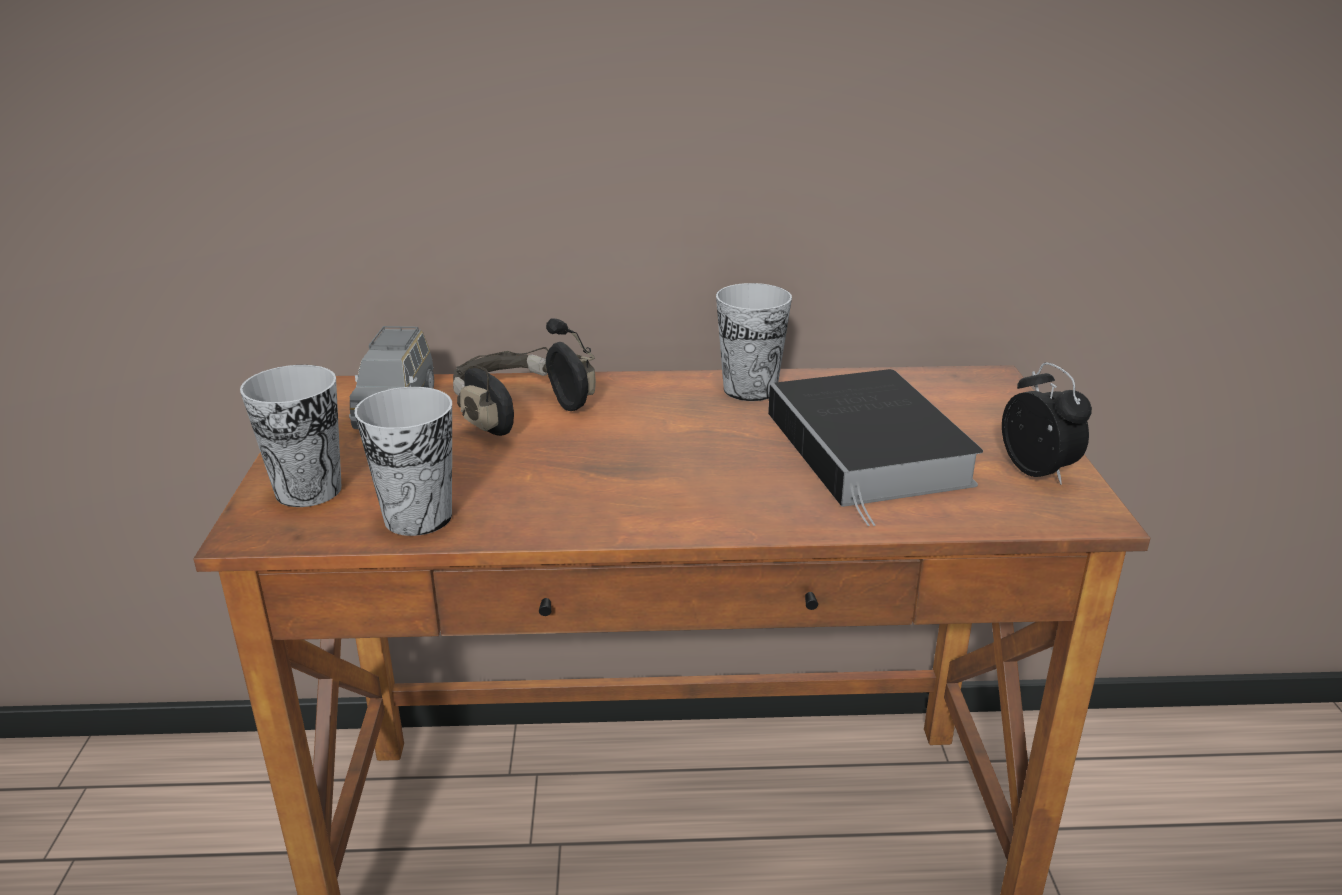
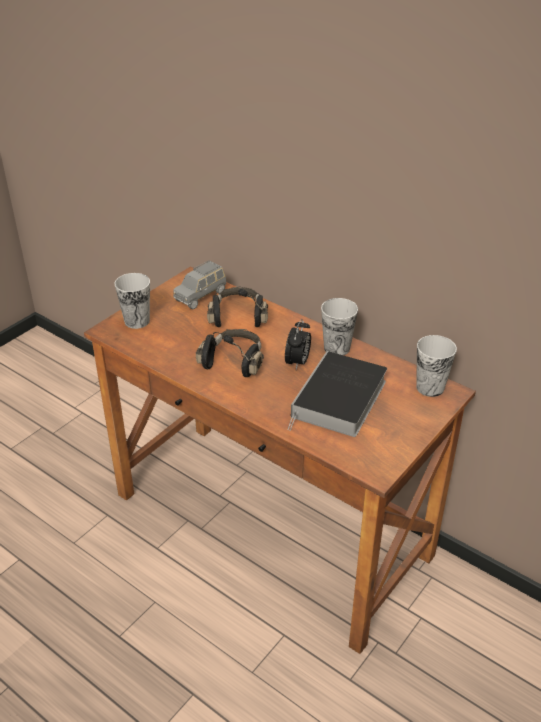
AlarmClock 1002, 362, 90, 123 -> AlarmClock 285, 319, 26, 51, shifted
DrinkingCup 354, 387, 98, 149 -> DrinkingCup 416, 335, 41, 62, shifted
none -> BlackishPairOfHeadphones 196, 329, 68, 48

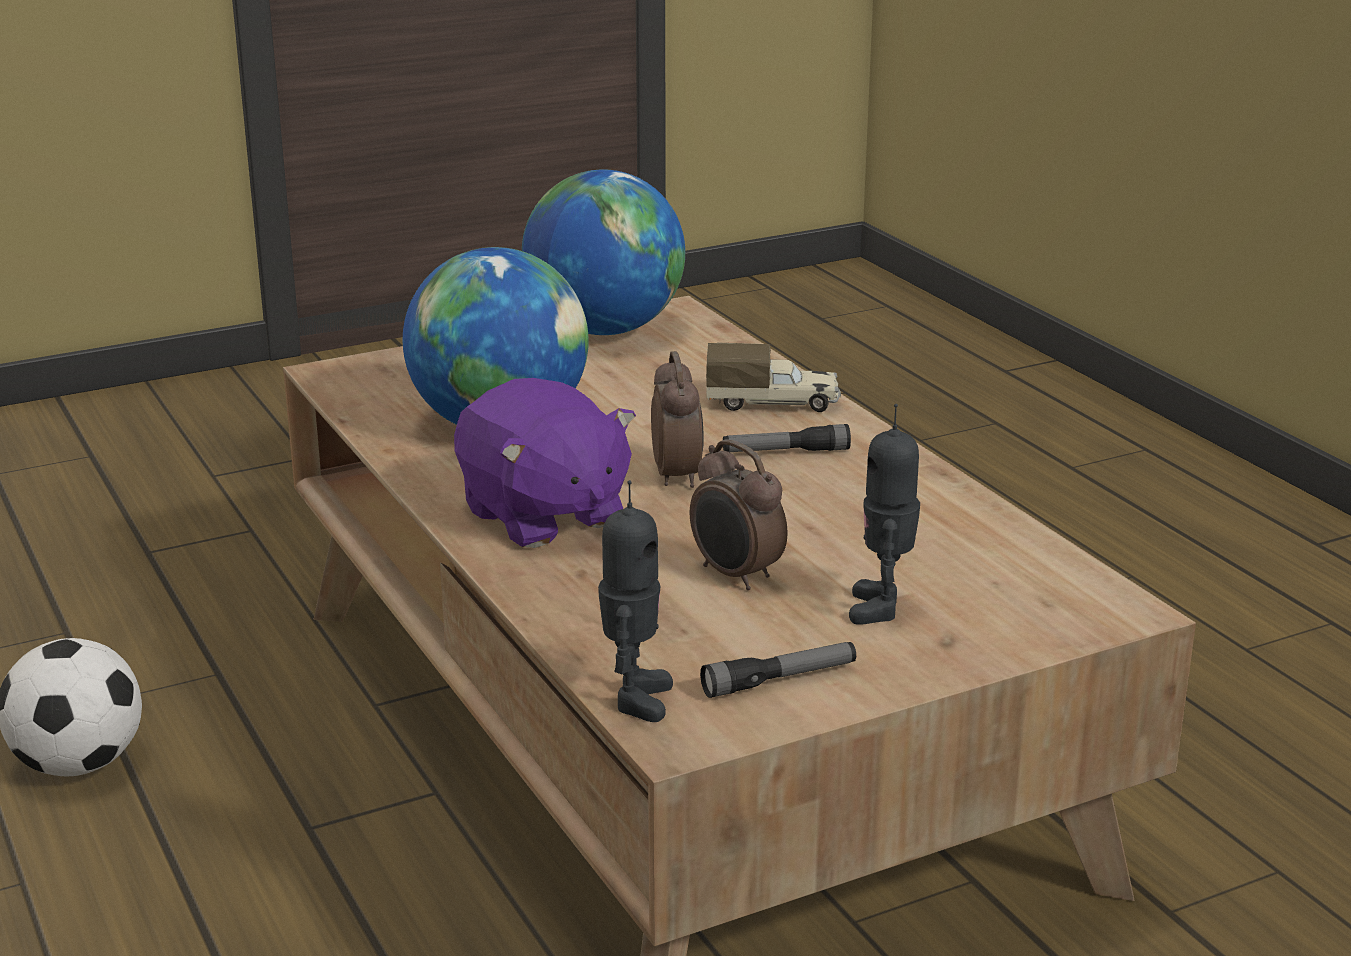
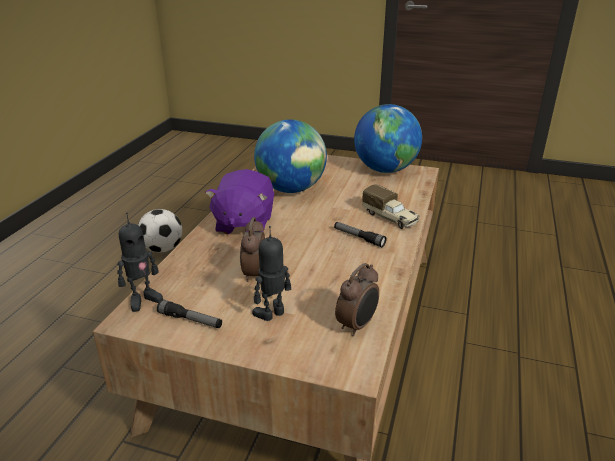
AlarmClock 651, 351, 53, 137 -> AlarmClock 335, 263, 44, 73, shifted

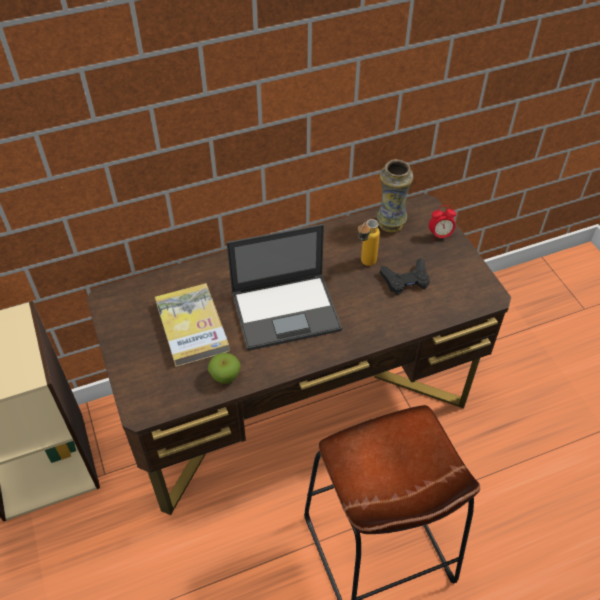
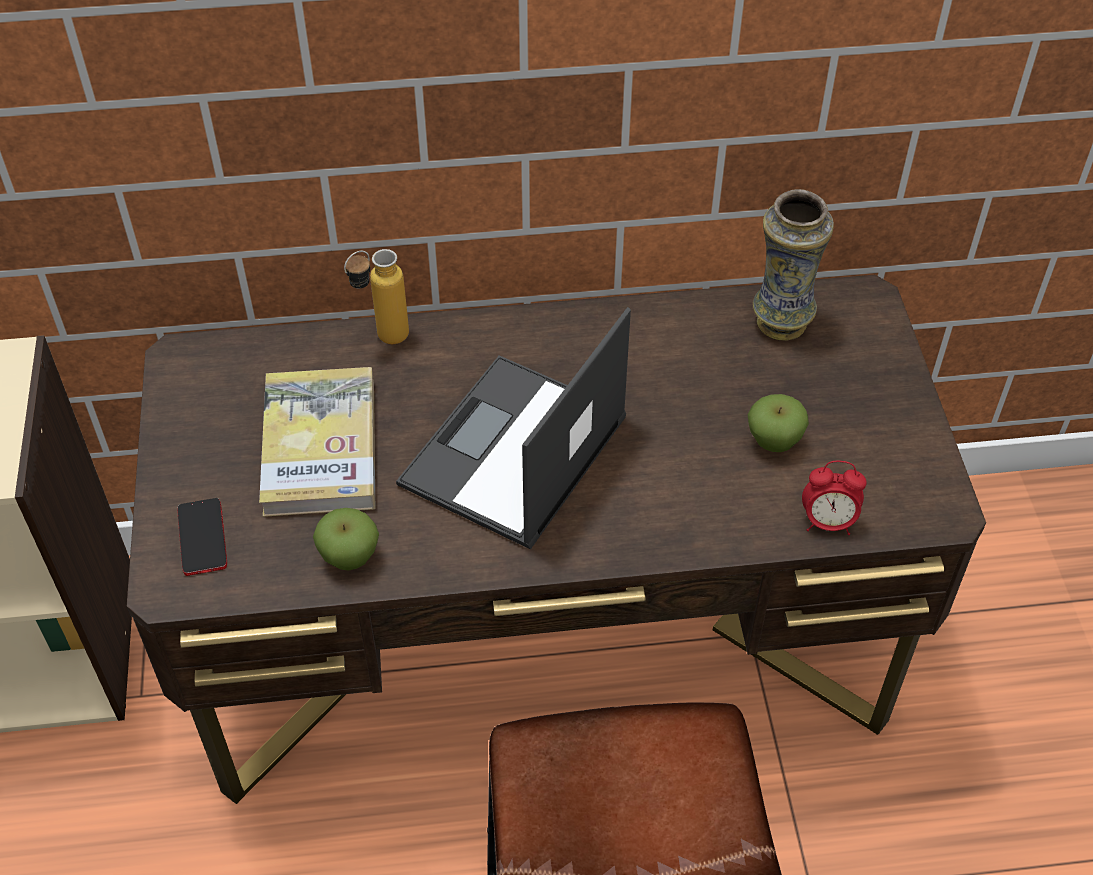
AlarmClock 429, 205, 27, 36 -> AlarmClock 802, 461, 65, 74, shifted
Bottle 358, 219, 22, 47 -> Bottle 344, 249, 65, 95, shifted
PortableComputer 227, 224, 115, 127 -> PortableComputer 396, 307, 235, 242, 120 degrees clockwise
BlackishGameController 380, 258, 50, 36 -> Apple 748, 394, 61, 58
none -> Telephone 177, 498, 50, 78

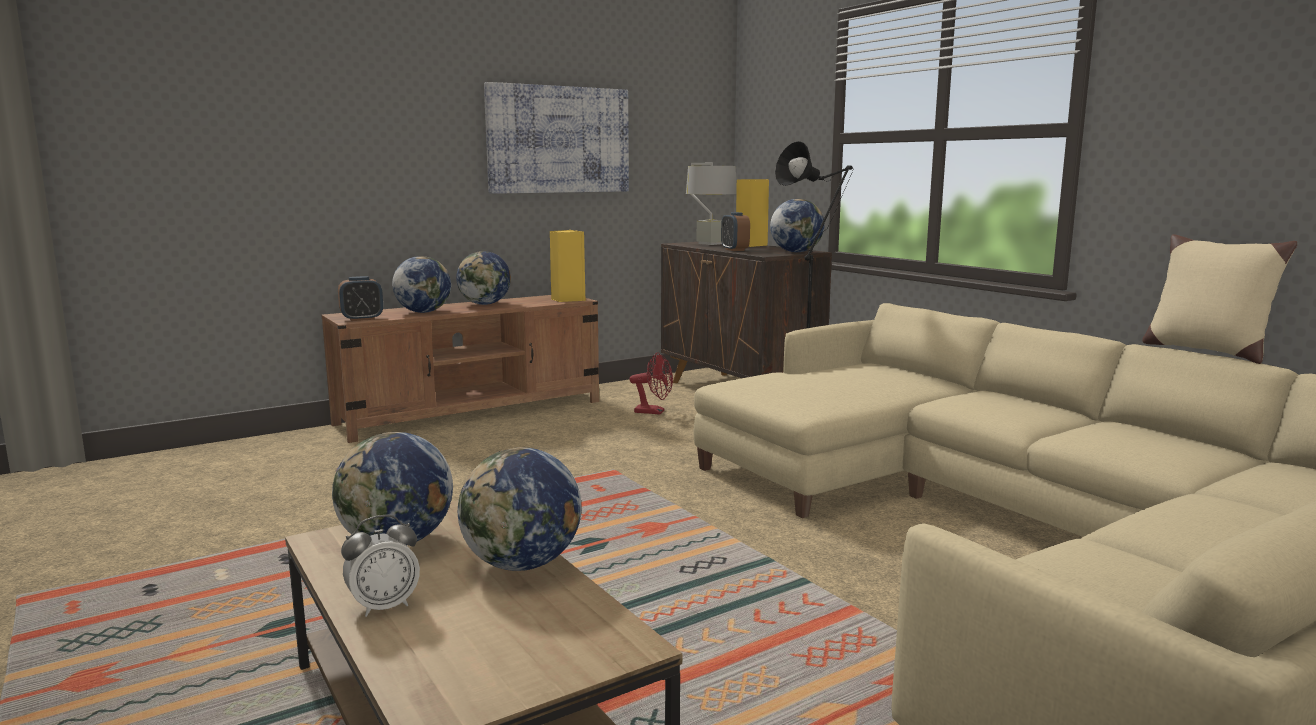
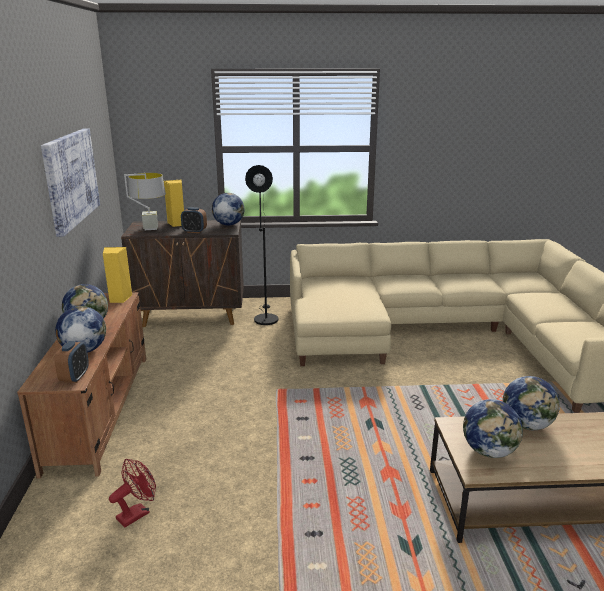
BeigeColouredCushion 1142, 234, 155, 130 -> none
RedElectricFan 630, 352, 43, 63 -> RedElectricFan 109, 459, 47, 69, shifted
AlarmClock 341, 515, 79, 102 -> none

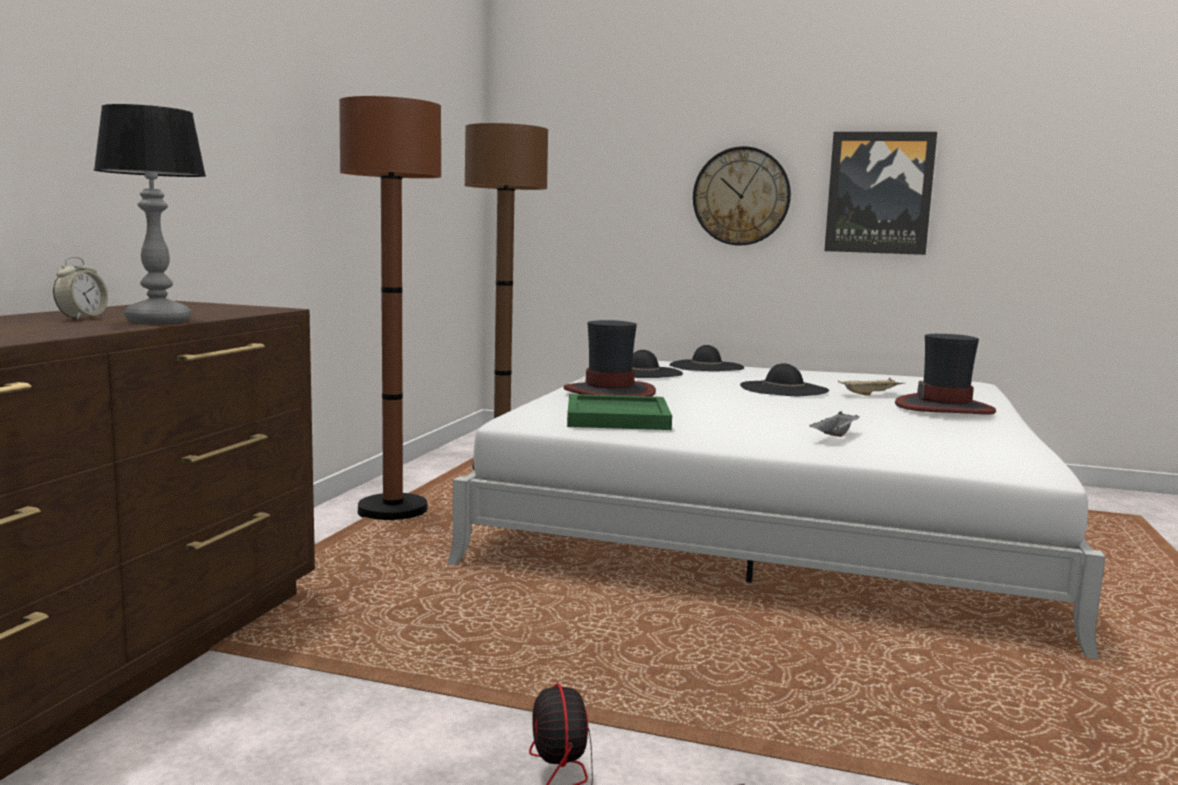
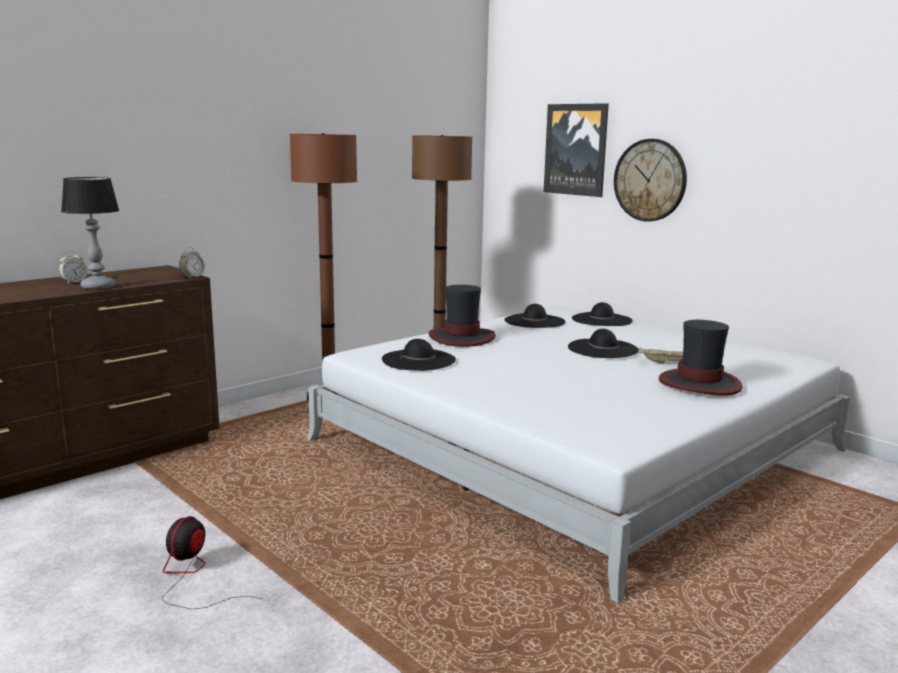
WallArt 825, 132, 112, 123 -> WallArt 544, 103, 65, 94, shifted
GreenServingTray 567, 394, 105, 36 -> BlackishHat 382, 339, 74, 32
GrayServingTray 809, 411, 51, 26 -> none
none -> AlarmClock 179, 247, 26, 32

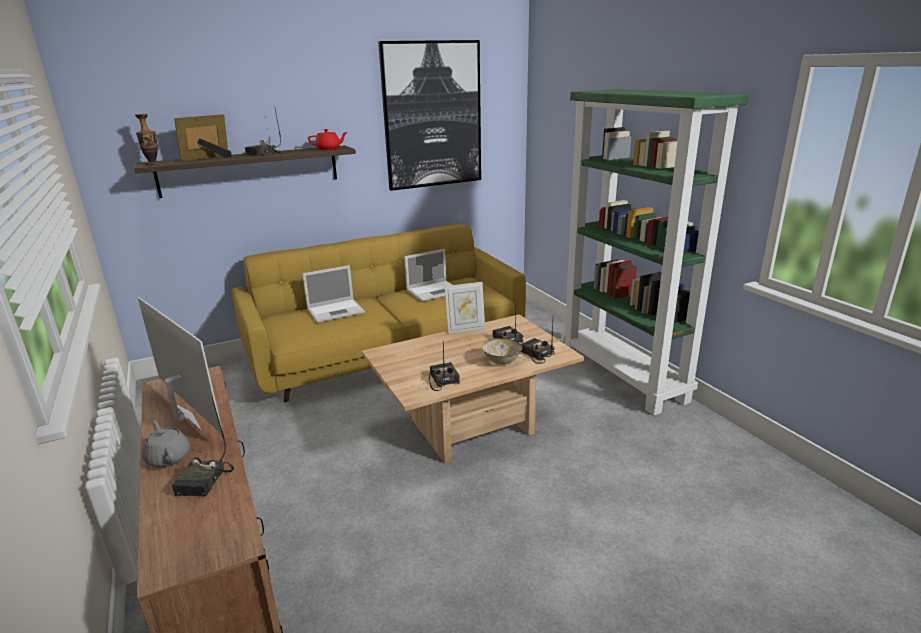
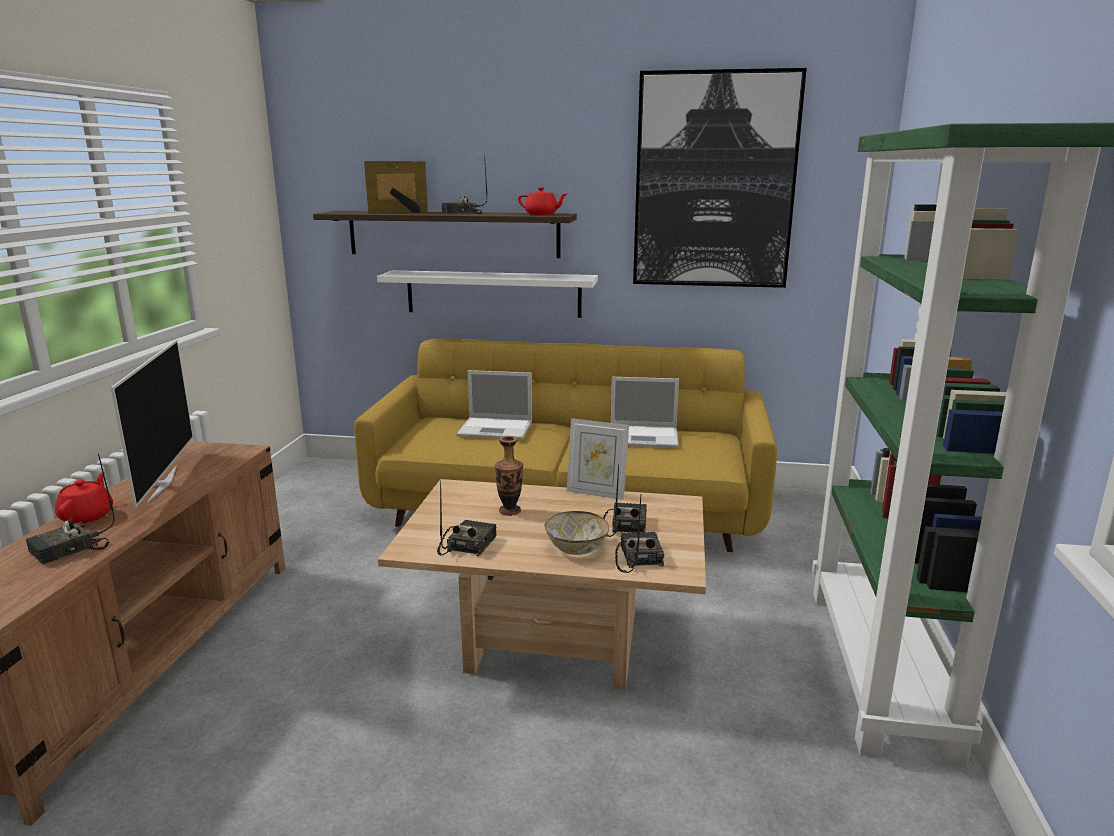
Vase 135, 114, 25, 51 -> Vase 495, 436, 28, 80, shifted
GrayTeapot 142, 420, 48, 48 -> RedTeapot 55, 472, 58, 52
none -> WhitishShelf 377, 270, 221, 48

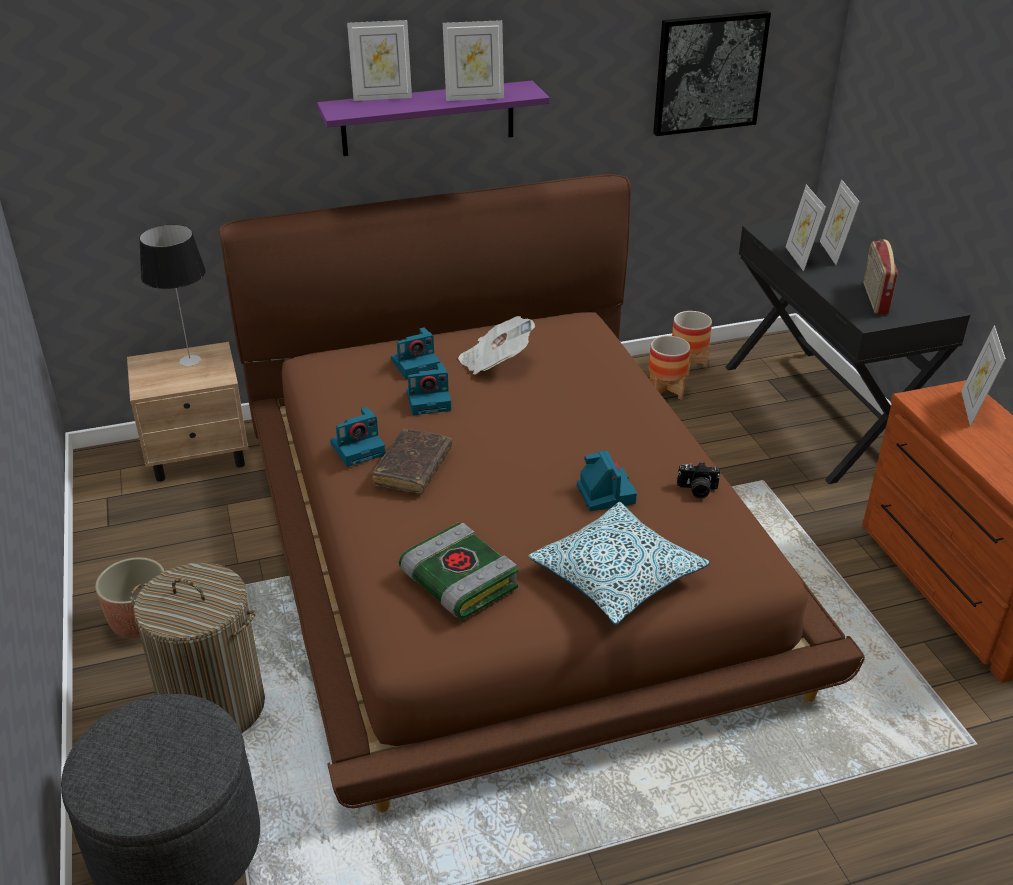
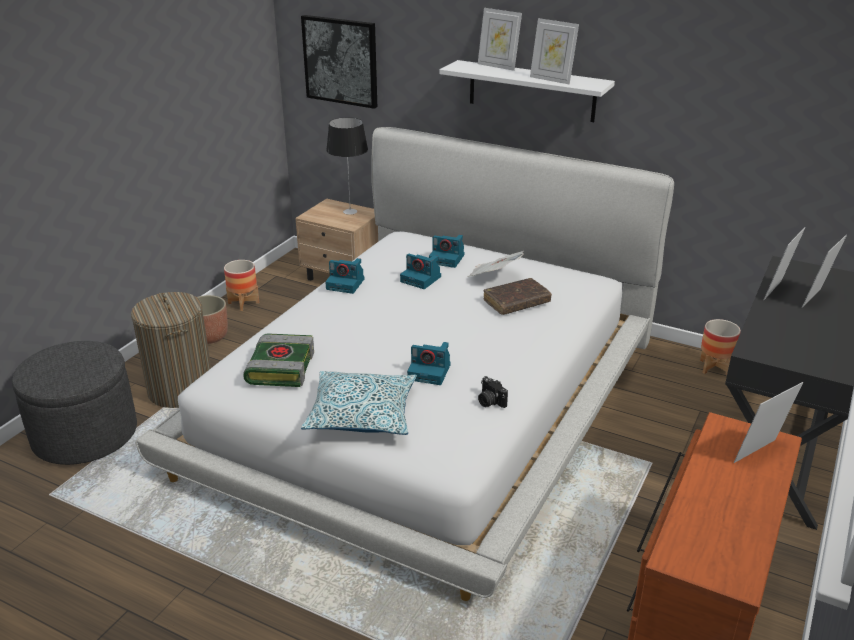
WallArt 653, 11, 118, 125 -> WallArt 301, 15, 76, 94, shifted
PurpleColouredShelf 317, 81, 233, 75 -> WhitishShelf 440, 60, 175, 62
BrownSleepingBed 219, 174, 646, 638 -> WhitishSleepingBed 135, 127, 539, 474
Radio 863, 239, 35, 76 -> none
FlowerPot 649, 336, 41, 64 -> FlowerPot 224, 260, 35, 51, shifted
BrownVolume 372, 429, 80, 65 -> BrownVolume 483, 278, 69, 37, shifted
PhotoCamera 577, 450, 60, 61 -> PhotoCamera 407, 342, 43, 43, 75 degrees clockwise

